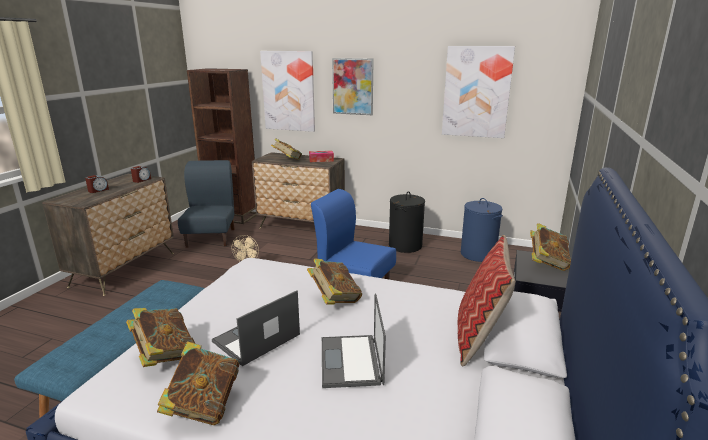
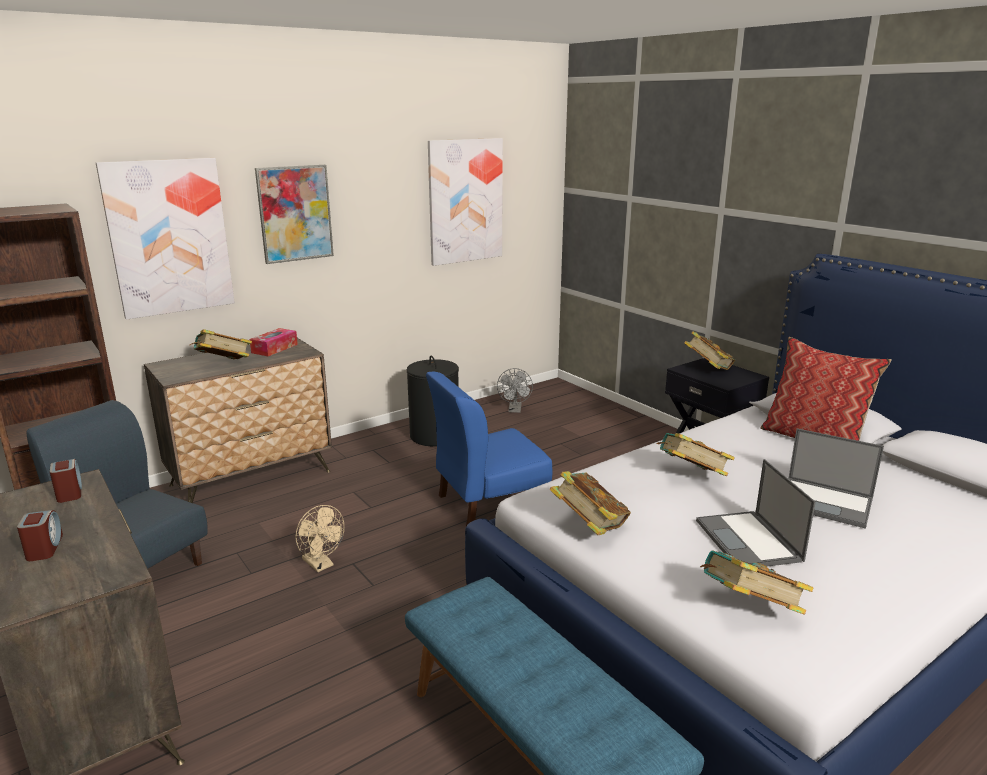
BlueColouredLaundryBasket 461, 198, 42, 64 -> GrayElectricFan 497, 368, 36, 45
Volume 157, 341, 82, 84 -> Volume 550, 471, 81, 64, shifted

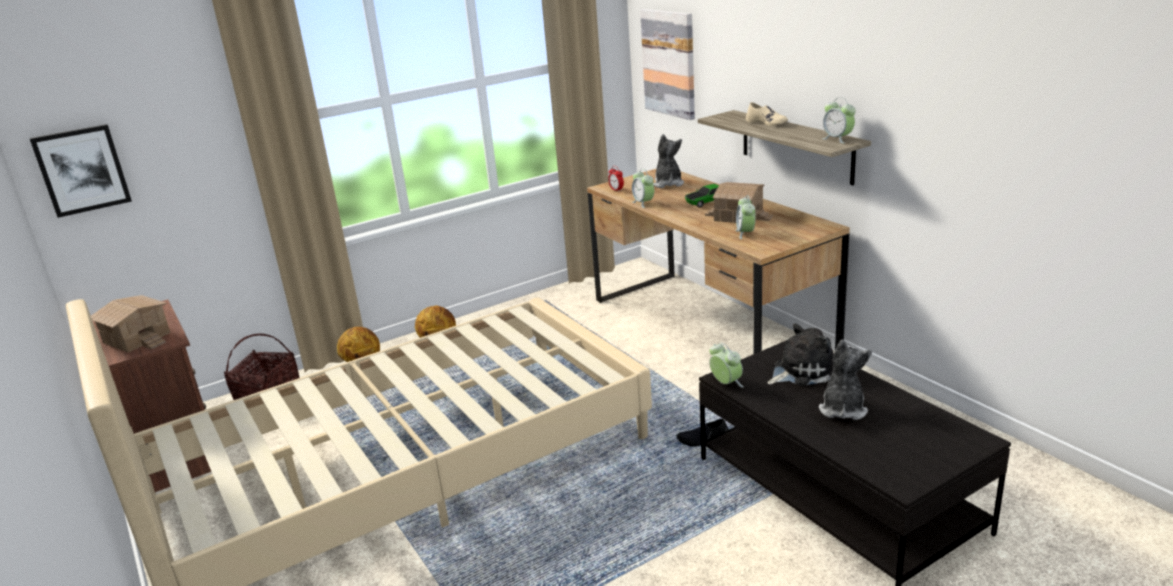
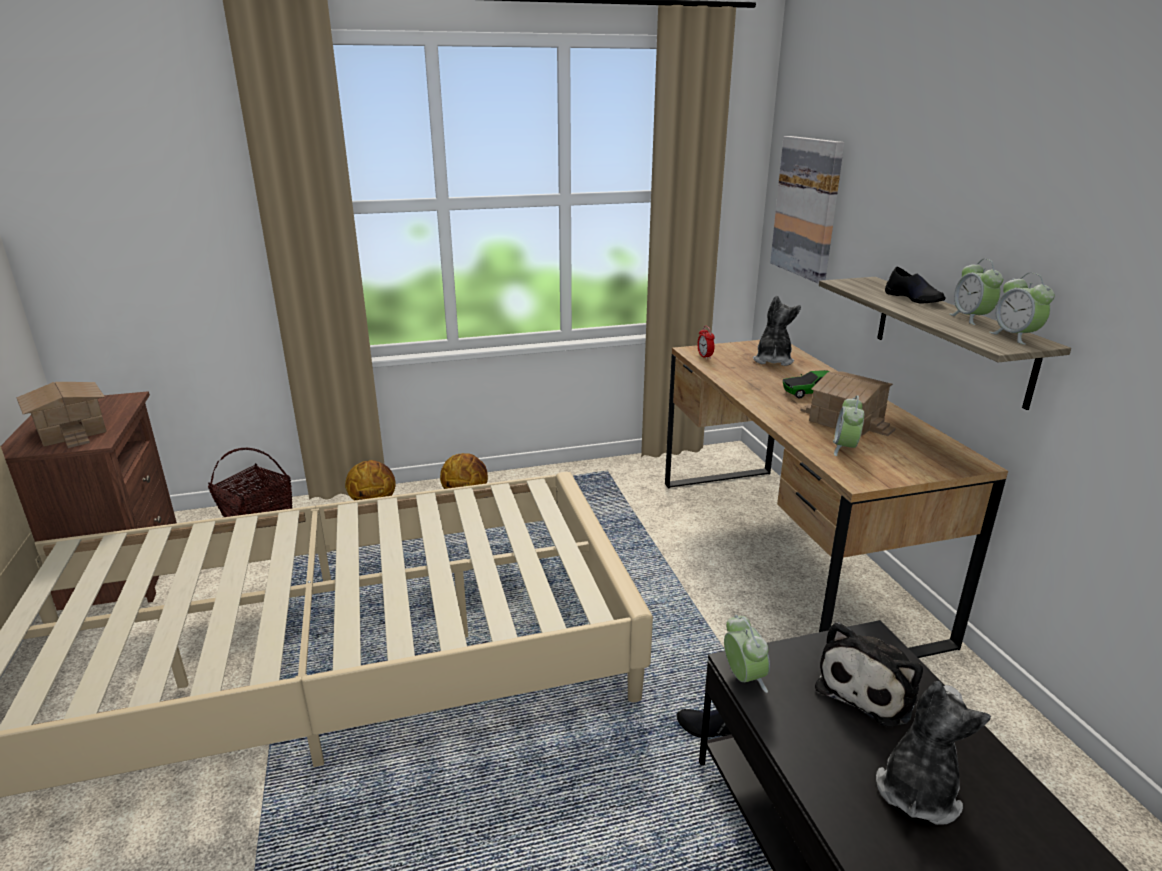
BeigeColouredItemOfFootwear 746, 102, 42, 24 -> BlackishItemOfFootwear 885, 267, 61, 36
WallArt 30, 124, 102, 94 -> none
AlarmClock 632, 169, 22, 39 -> AlarmClock 949, 259, 54, 66, shifted
CuddlyToy 767, 323, 67, 63 -> CuddlyToy 815, 622, 108, 105, 135 degrees clockwise

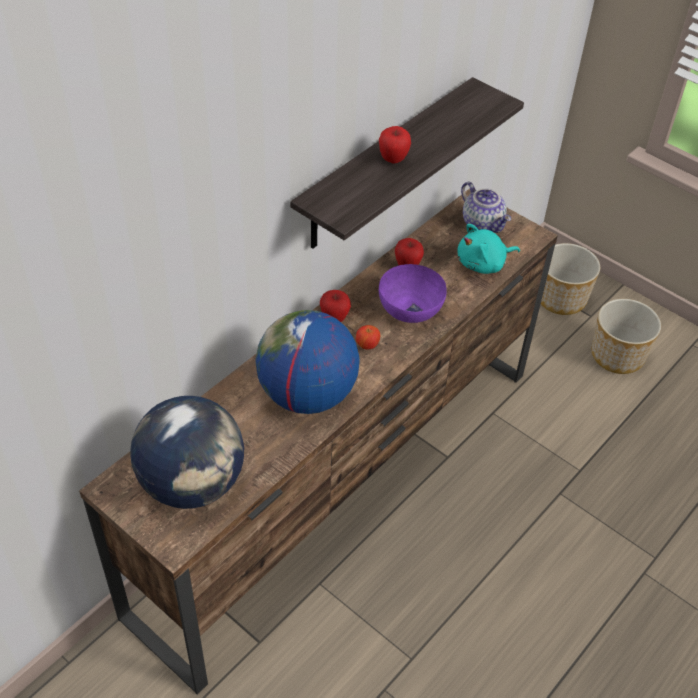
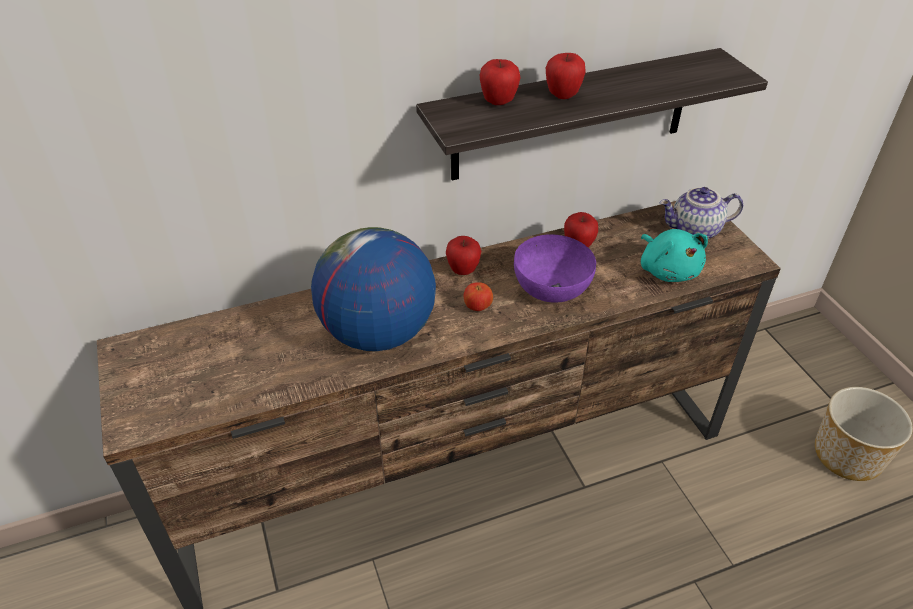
Teapot 461, 182, 50, 51 -> Teapot 659, 187, 84, 52, 90 degrees clockwise
BlueGreenCuddlyToy 457, 224, 63, 50 -> BlueGreenCuddlyToy 641, 229, 67, 53, 120 degrees counterclockwise
FlowerPot 541, 243, 59, 72 -> none
WorldGlobe 130, 396, 114, 113 -> none
none -> Apple 480, 59, 40, 46

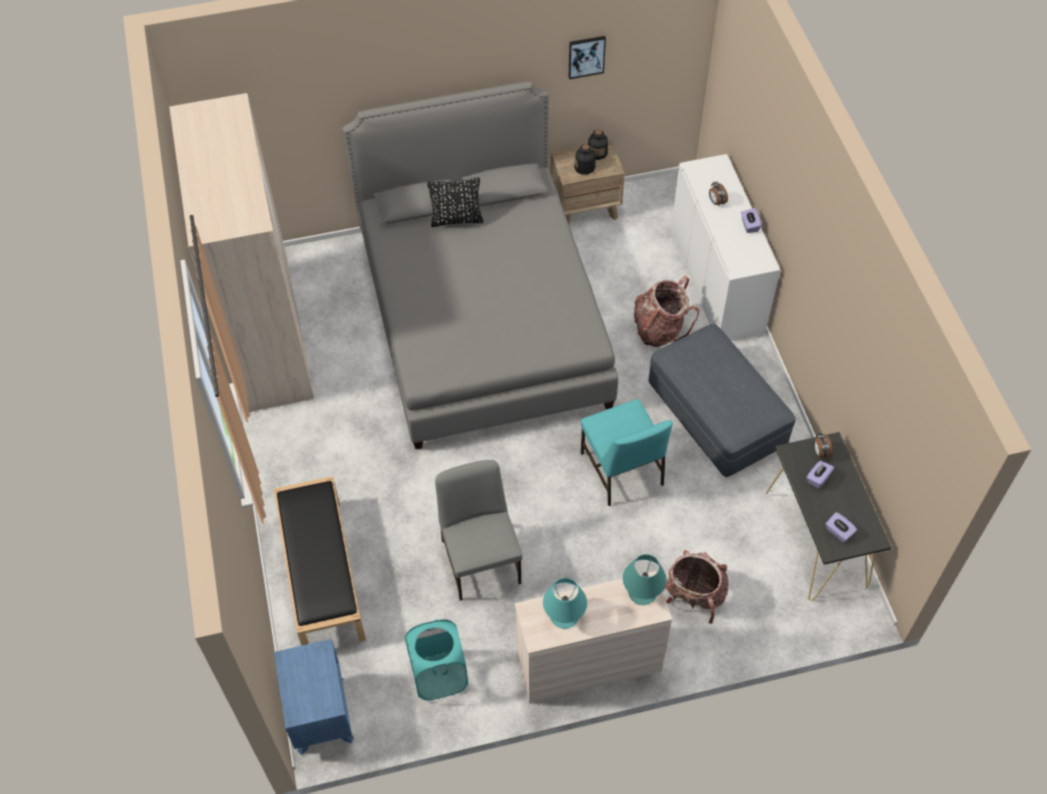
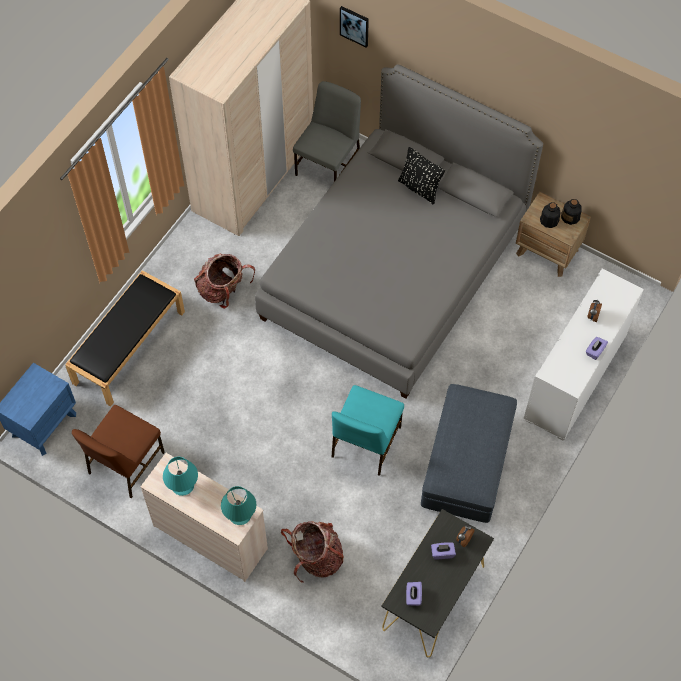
WallArt 569, 36, 37, 43 -> WallArt 340, 6, 29, 42, shifted
Knapsack 634, 276, 65, 71 -> Knapsack 194, 253, 61, 56, shifted
GrayChair 435, 460, 87, 141 -> GrayChair 293, 81, 68, 100, shifted
BlueGreenLaundryBasket 405, 620, 63, 80 -> BrownChair 72, 405, 93, 93

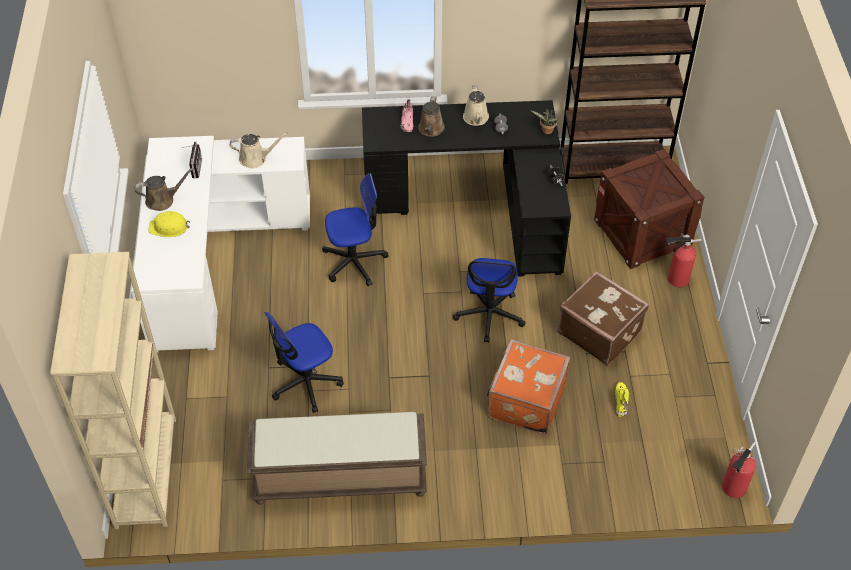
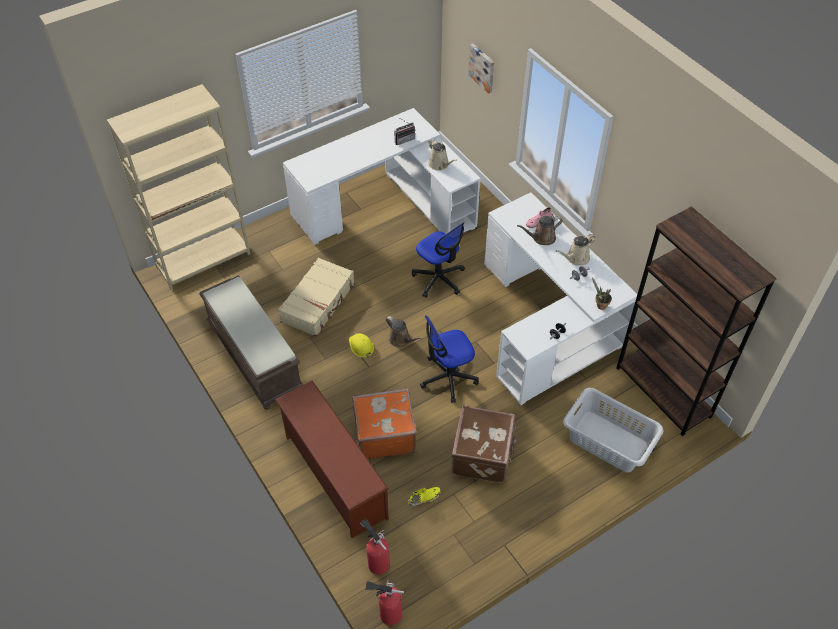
BlackishDeskUnit 362, 100, 209, 177 -> WhitishDeskUnit 484, 193, 153, 212
Crate 594, 149, 110, 120 -> GrayLaundryBasket 563, 388, 100, 84
BrownWateringPot 134, 168, 60, 43 -> BrownWateringPot 386, 316, 37, 31, shifted
YellowishHardHat 149, 211, 41, 26 -> YellowishHardHat 349, 333, 25, 25, shifted
FireExtinguisher 666, 233, 35, 54 -> FireExtinguisher 360, 518, 30, 57, shifted
OfficeChair 265, 312, 79, 101 -> BeigeColouredTravelCase 278, 257, 77, 80
none -> WallArt 468, 44, 26, 49
none -> BrownShoeStand 275, 380, 114, 158

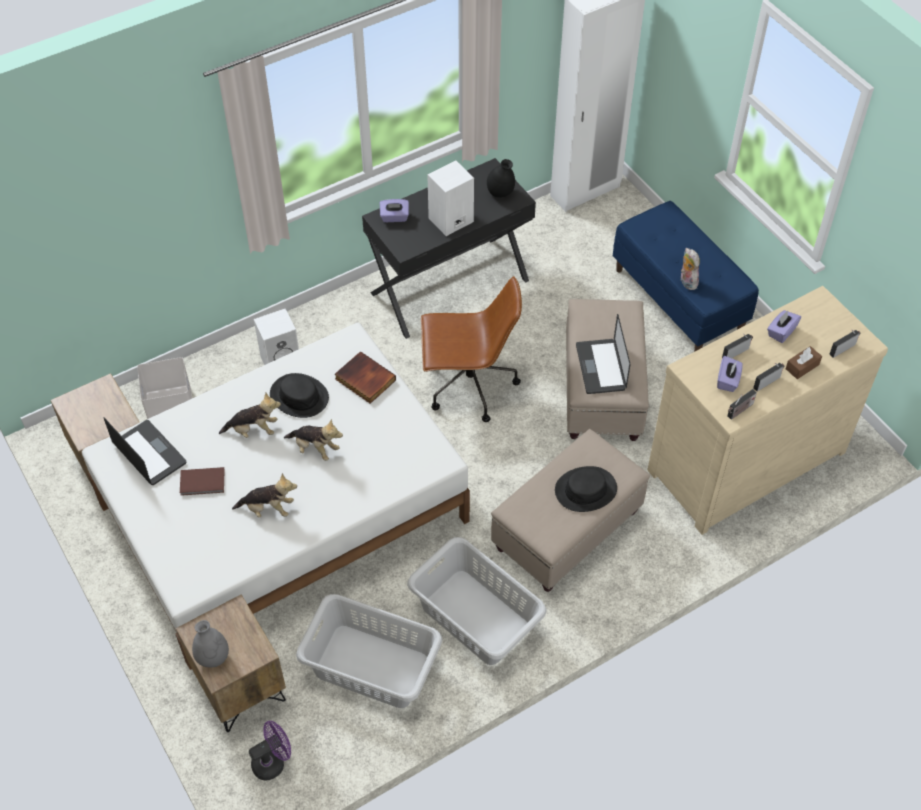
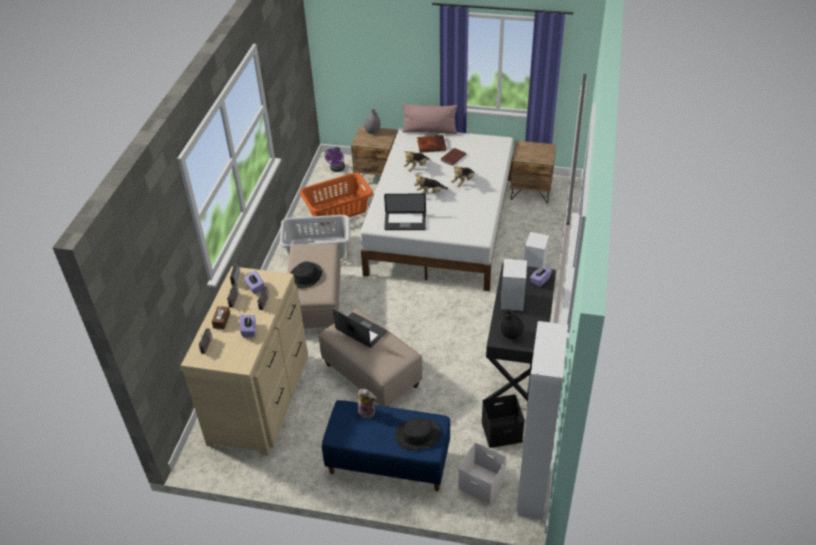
BrownOfficeChair 421, 276, 101, 146 -> none
Volume 335, 351, 61, 53 -> Volume 417, 135, 29, 18, shifted
WhitishStorageBox 137, 357, 55, 62 -> WhitishStorageBox 458, 443, 49, 61, shifted
BlackishHat 270, 373, 59, 45 -> BlackishHat 395, 418, 46, 32, shifted
PortableComputer 104, 418, 83, 67 -> PortableComputer 384, 194, 42, 36, shifted
GrayLaundryBasket 296, 594, 146, 114 -> OrangeColouredLaundryBasket 300, 173, 73, 53
none -> PinkColouredCushion 402, 103, 56, 31
none -> BlackishStorageBox 481, 394, 44, 54

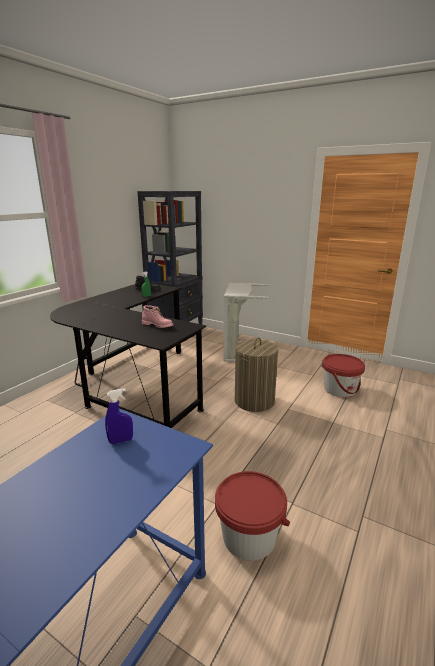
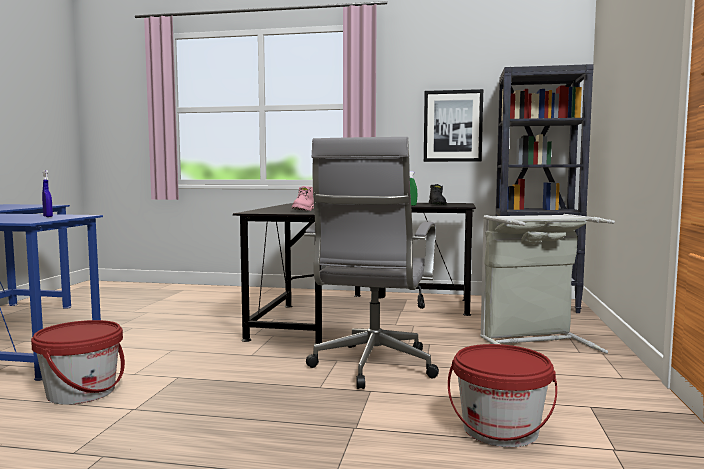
LaundryBasket 235, 338, 43, 74 -> GrayOfficeChair 304, 137, 135, 252
none -> WallArt 424, 89, 59, 73

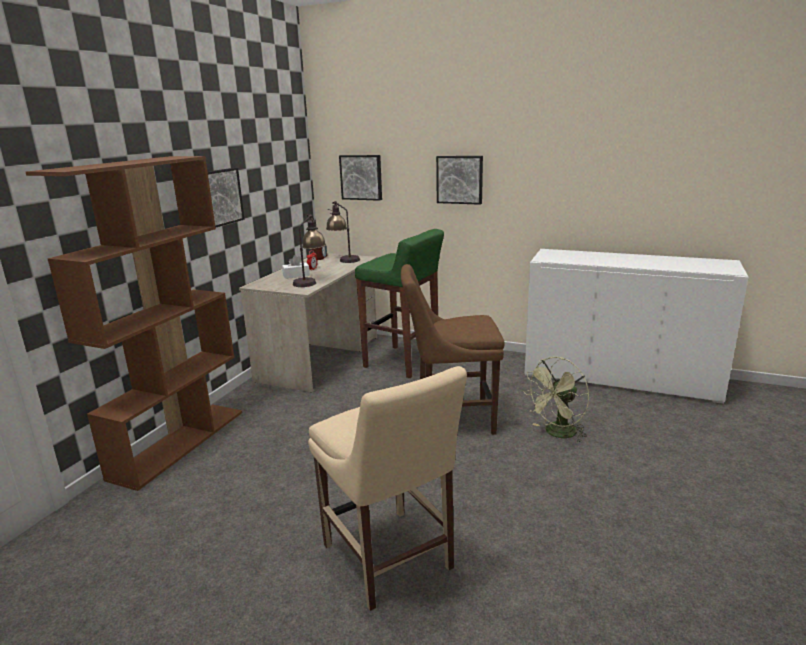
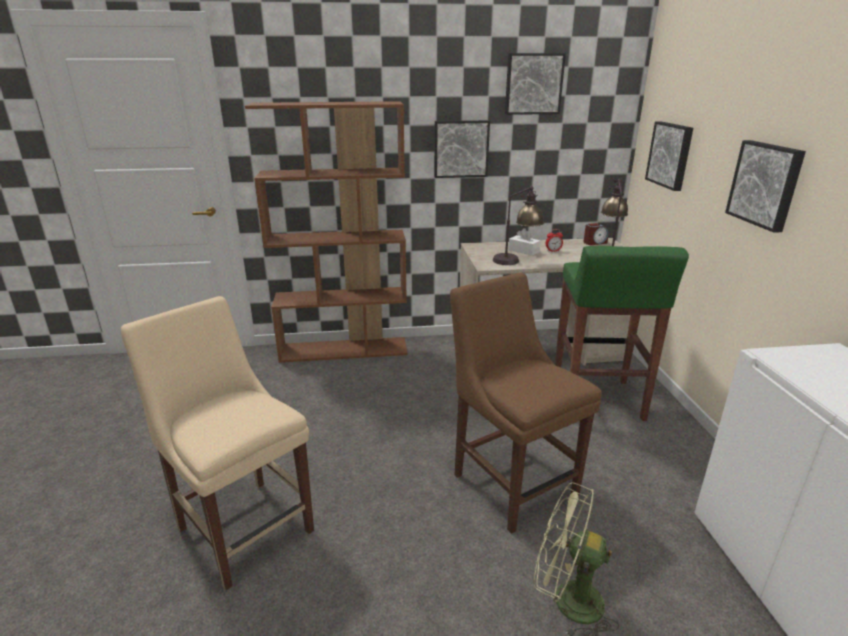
BeigeColouredChair 308, 366, 159, 245 -> BeigeColouredChair 121, 296, 193, 294, 105 degrees clockwise
none -> WallArt 505, 53, 61, 62

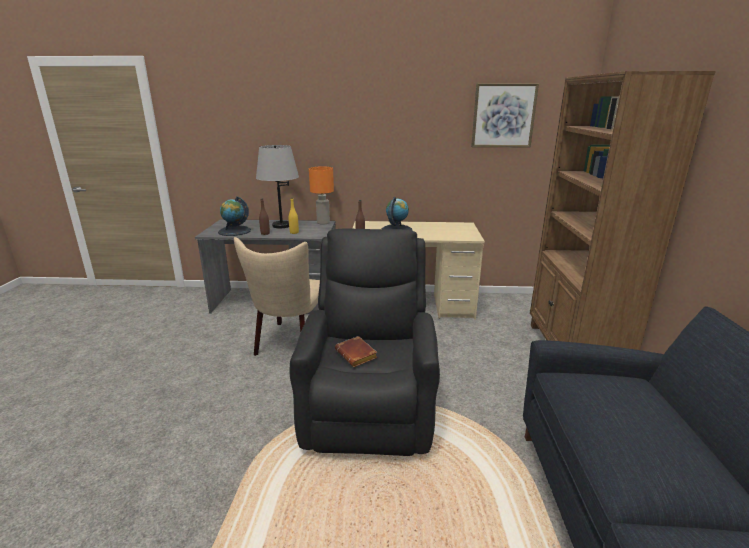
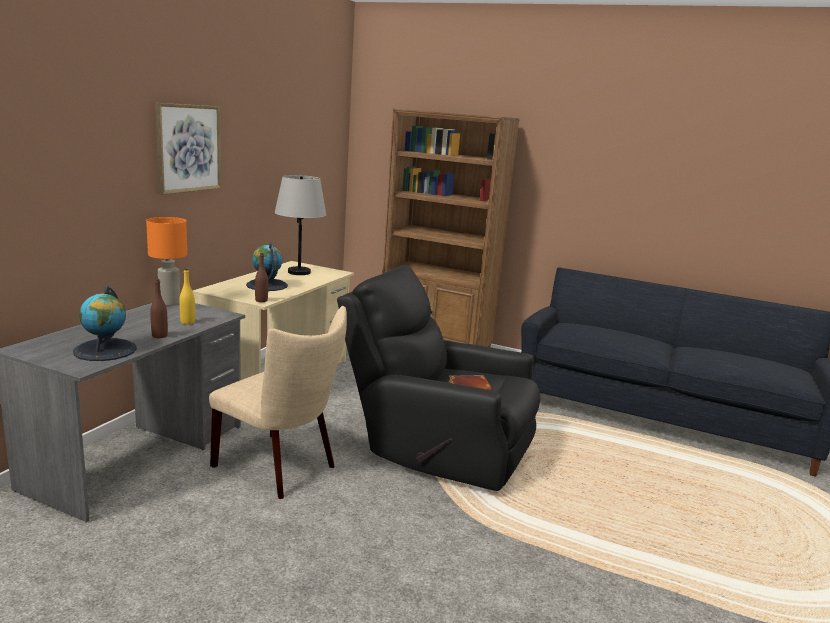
WallArt 471, 84, 68, 63 -> WallArt 155, 103, 66, 91, shifted
GrayLampForATable 256, 145, 43, 83 -> GrayLampForATable 275, 175, 51, 100, shifted

